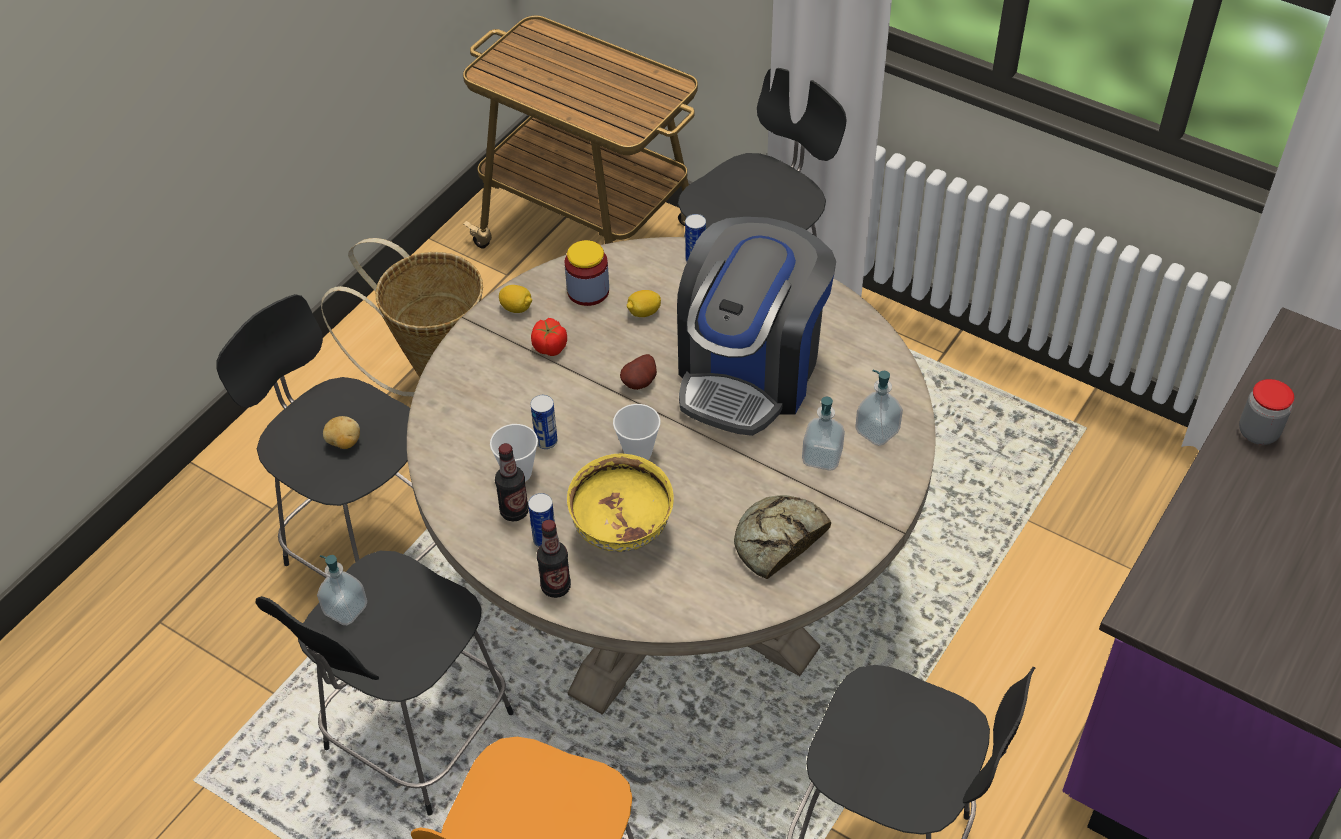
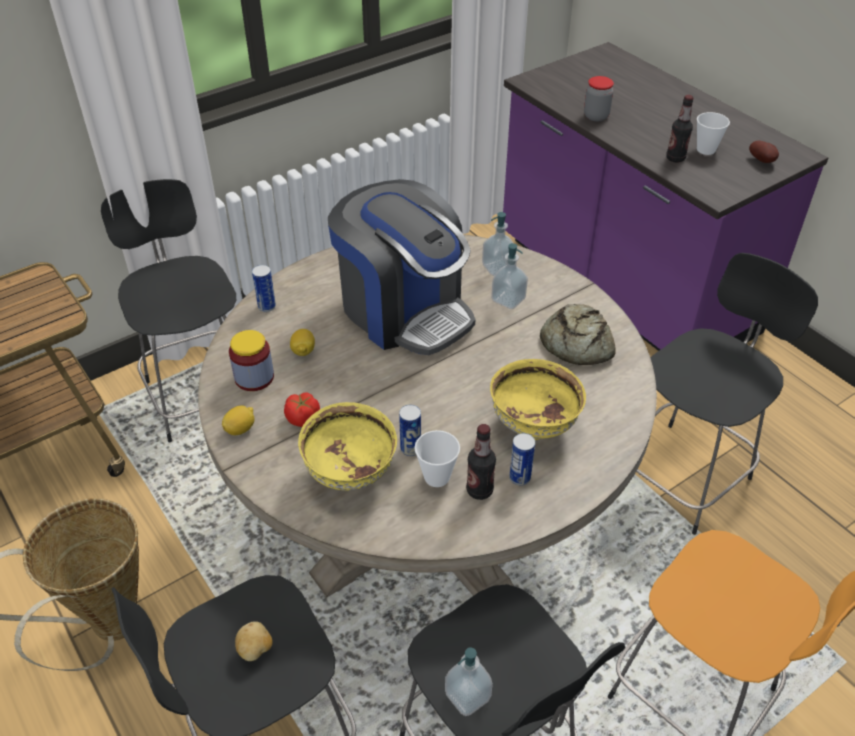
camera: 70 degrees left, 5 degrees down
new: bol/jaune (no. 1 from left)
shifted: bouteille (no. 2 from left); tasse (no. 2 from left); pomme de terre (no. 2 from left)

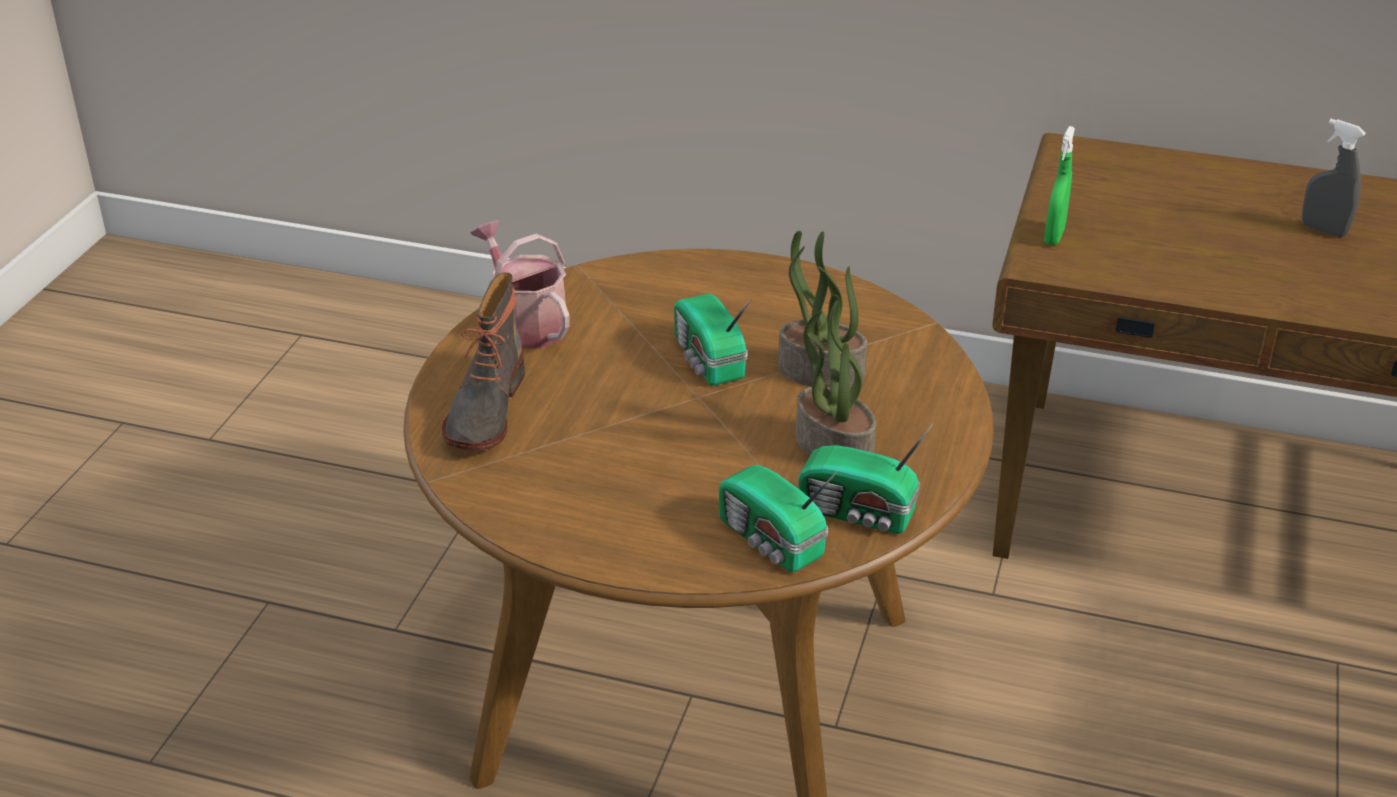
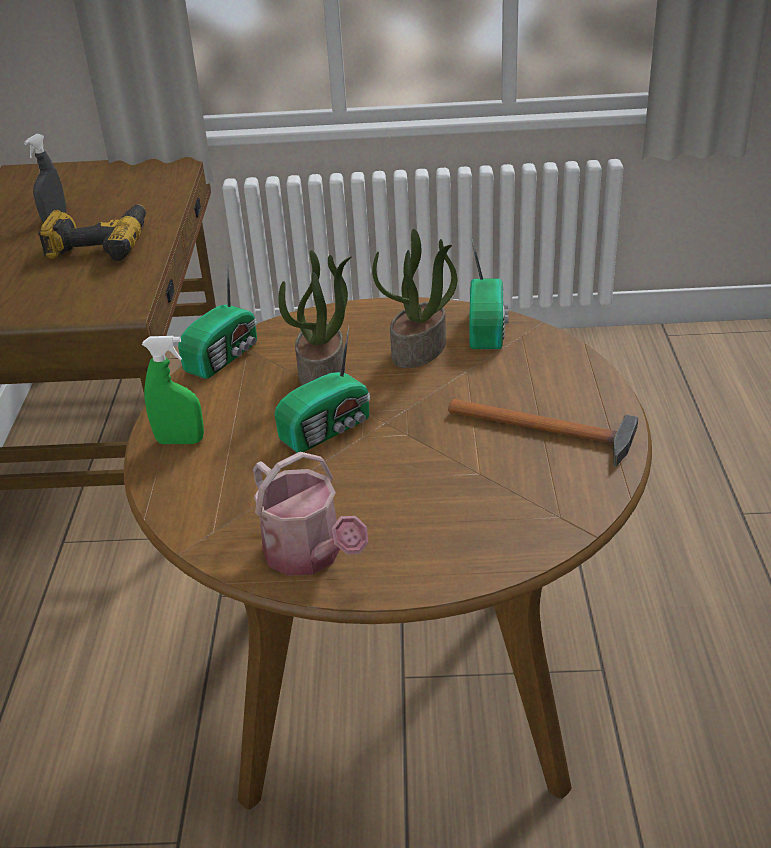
camera: 105 degrees left, 0 degrees up
gone: botte
new: perceuse; marteau
shifted: radio (no. 2 from left in the first image) to radio (no. 1 from left); vaporisateur/vert
rotated: arrosoir 75 degrees counterclockwise

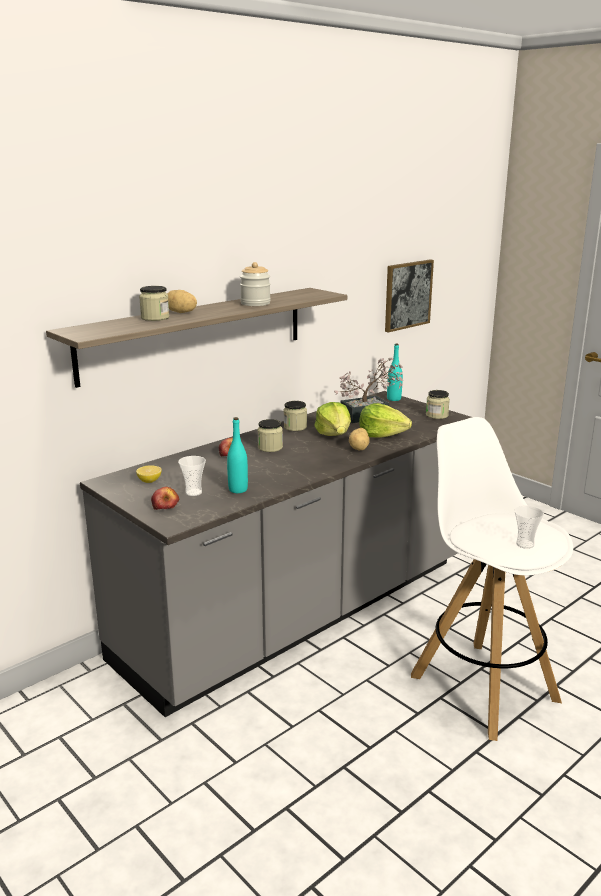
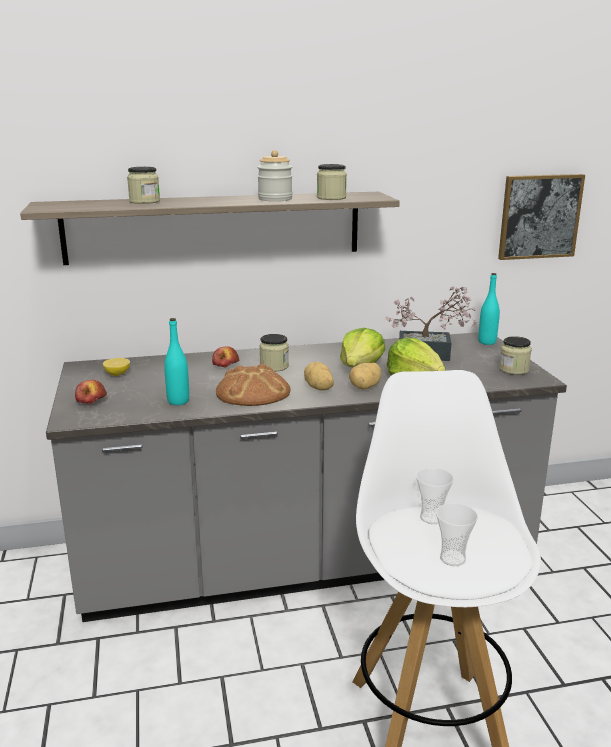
camera: 30 degrees right, 0 degrees up
new: pain
shifted: pomme de terre (no. 1 from left); tasse (no. 1 from left); bocal (no. 4 from left)

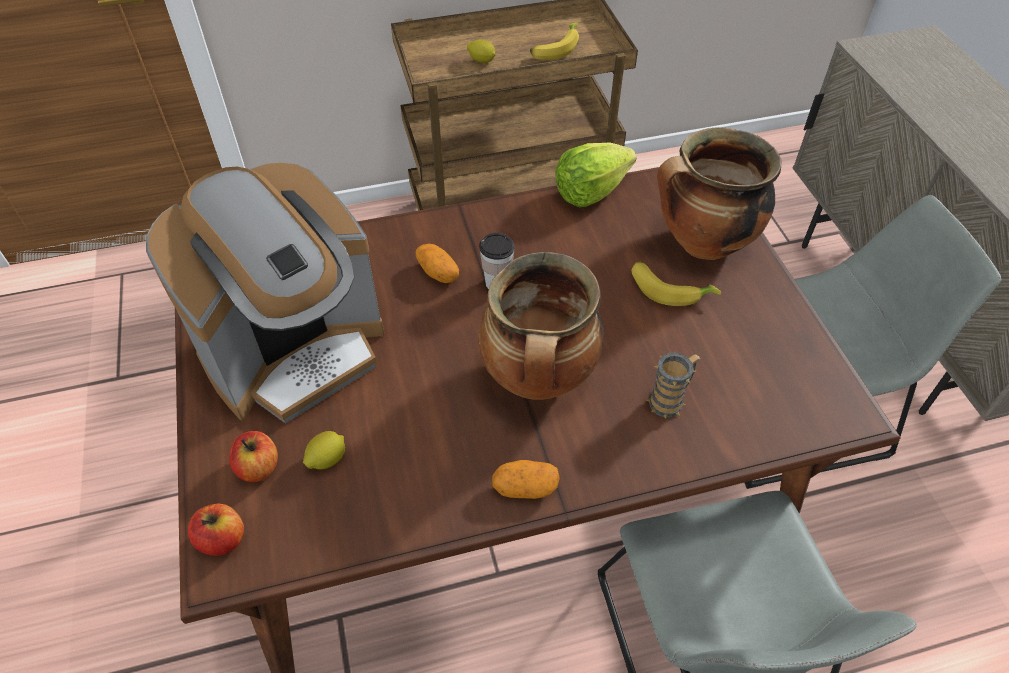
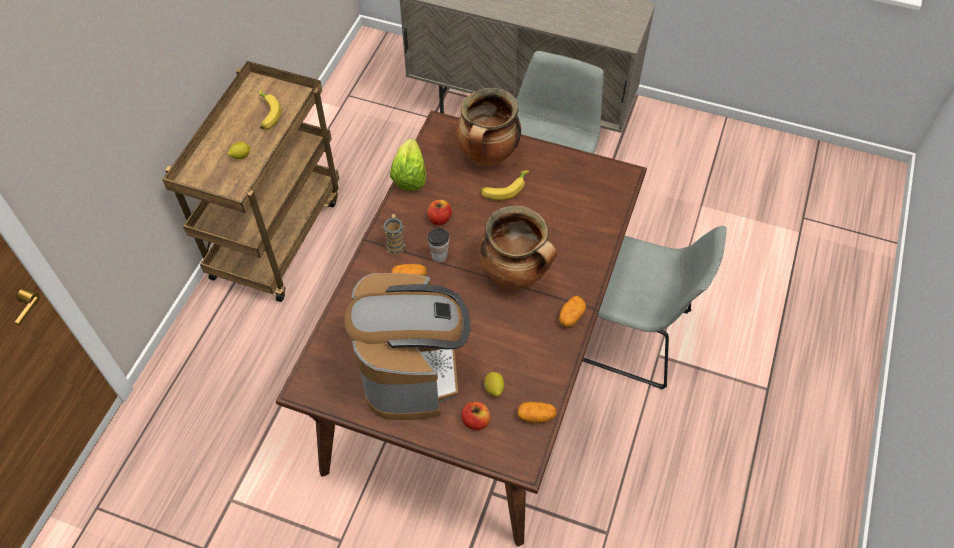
camera: 55 degrees left, 5 degrees up
new: pomme de terre (no. 2 from left)
shifted: pomme (no. 1 from left); mug

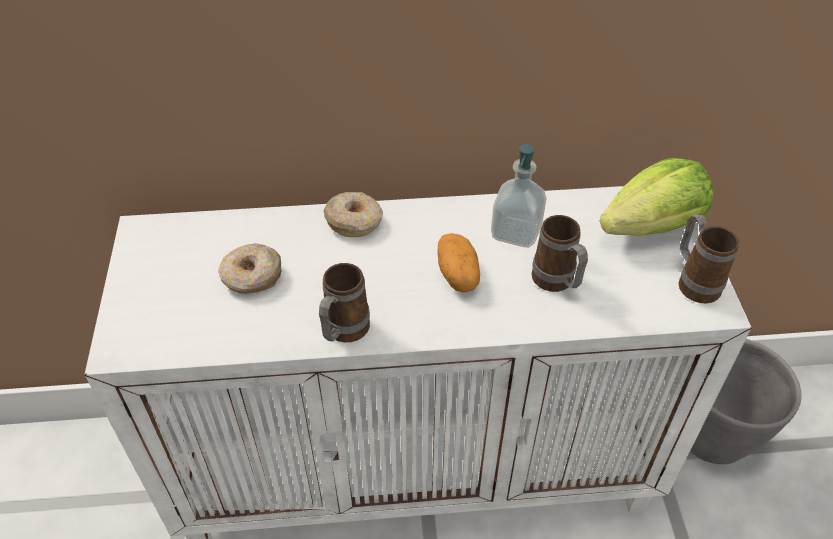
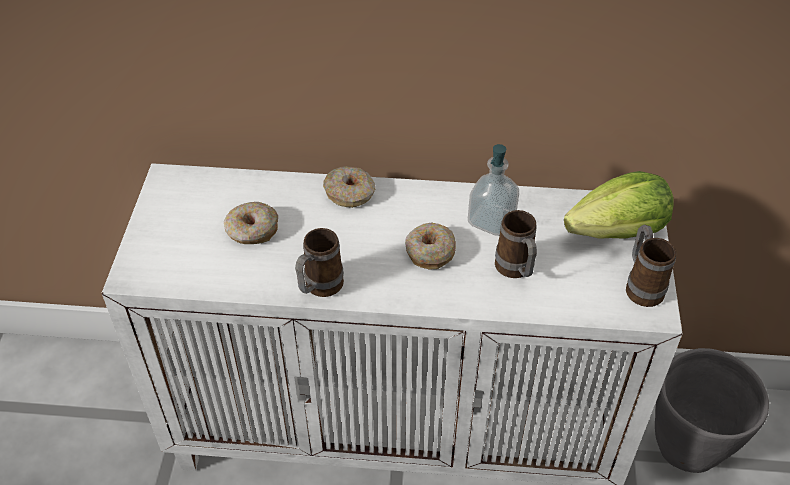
camera: 10 degrees right, 0 degrees up
swapped: pomme de terre to beignet (no. 3 from left)

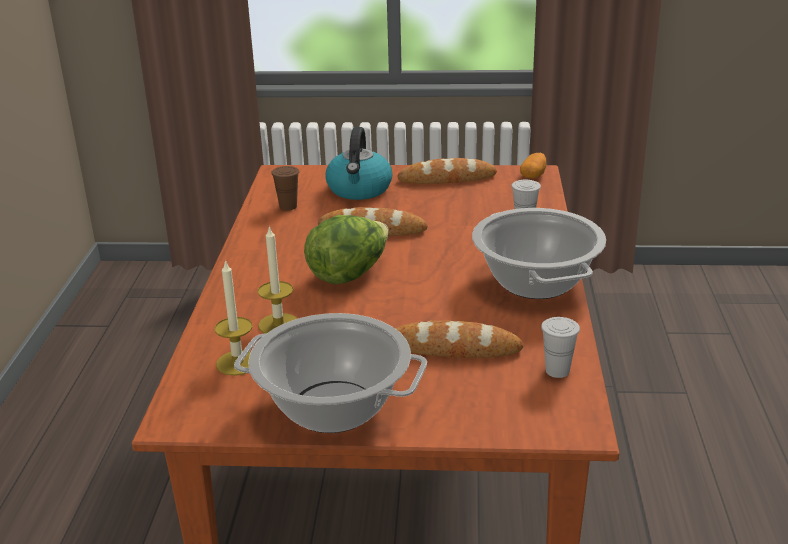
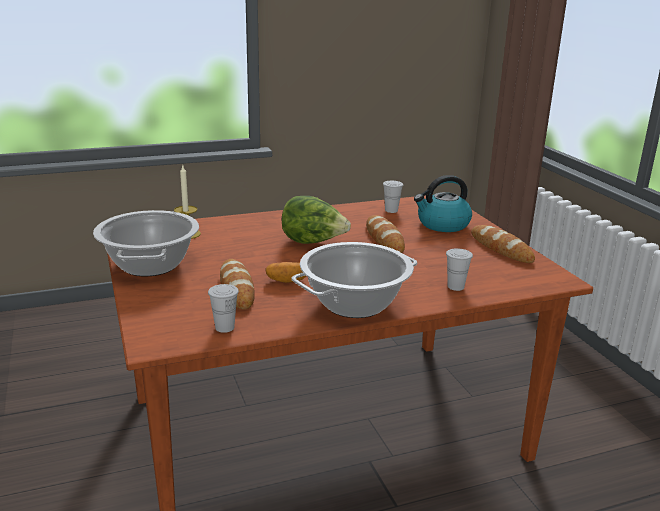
camera: 65 degrees right, 5 degrees down
gone: bougie (no. 2 from left)
shifted: pomme de terre
repainted: tasse/marron to tasse/blanc (no. 2 from left)

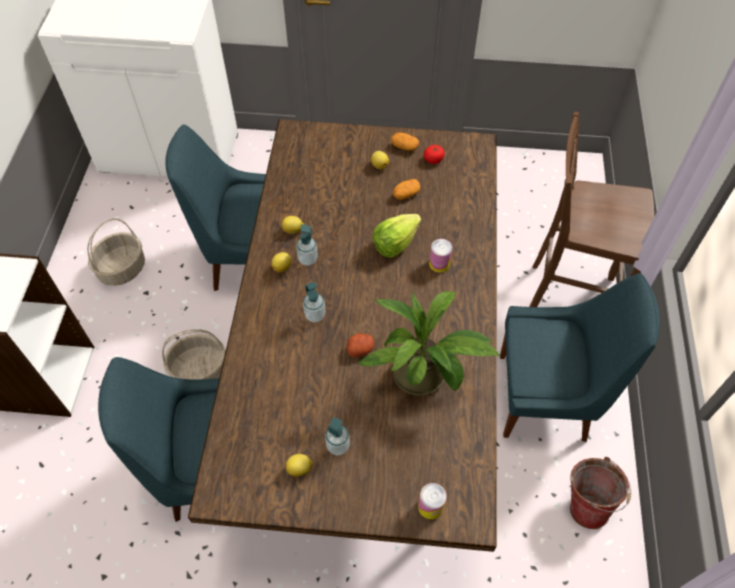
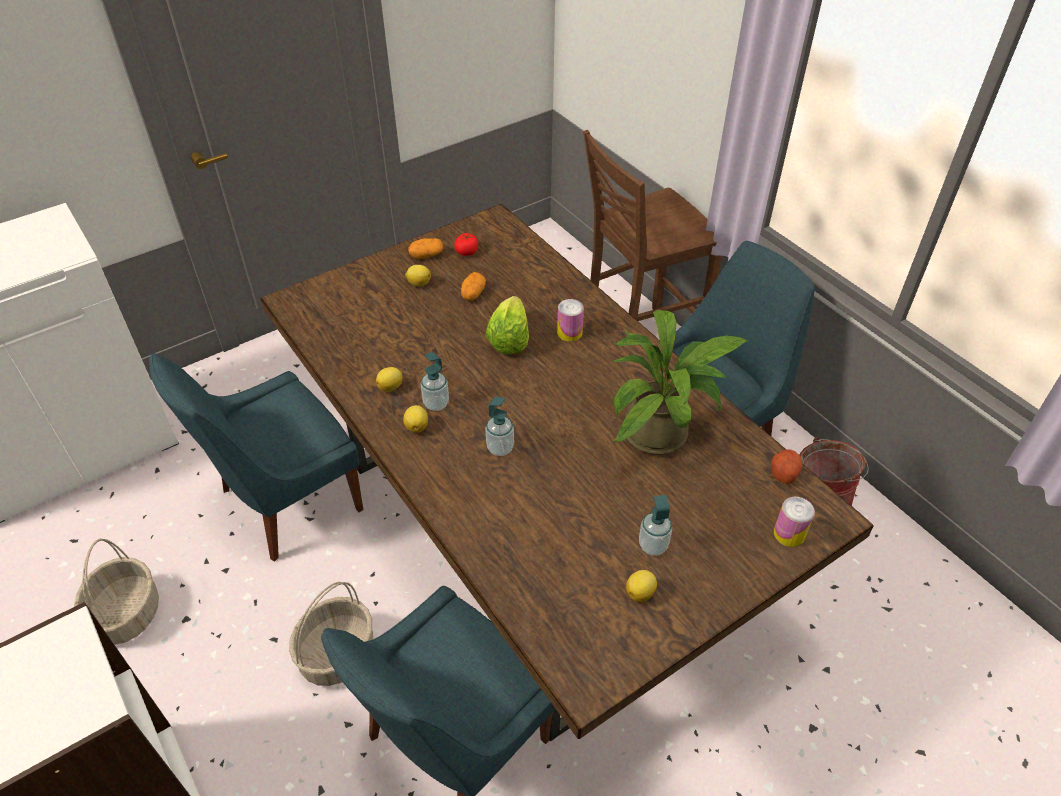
camera: 40 degrees left, 10 degrees down
shifted: pomme de terre (no. 1 from left in the first image) to pomme de terre (no. 3 from left)

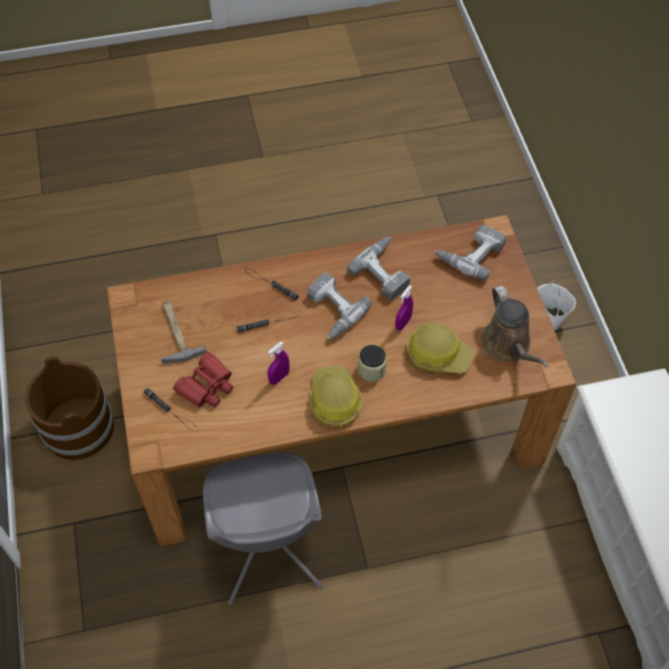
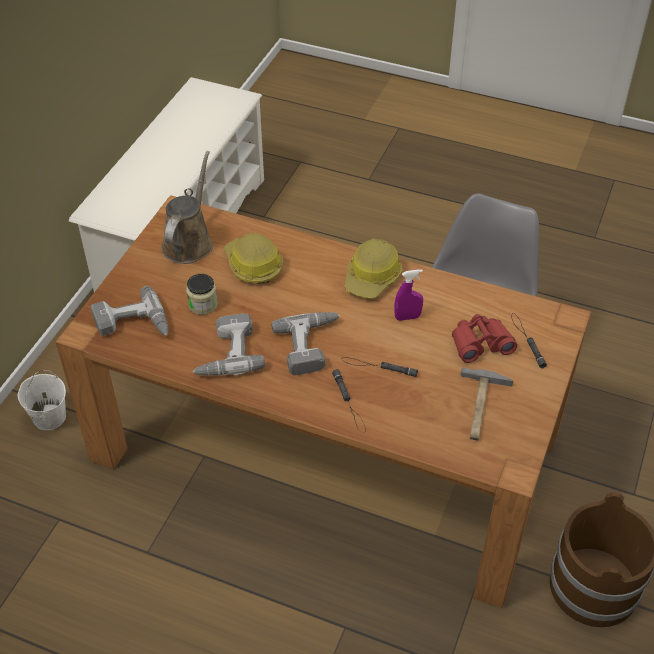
camera: 145 degrees left, 10 degrees down
gone: vaporisateur/violet (no. 2 from left)
shifted: bocal

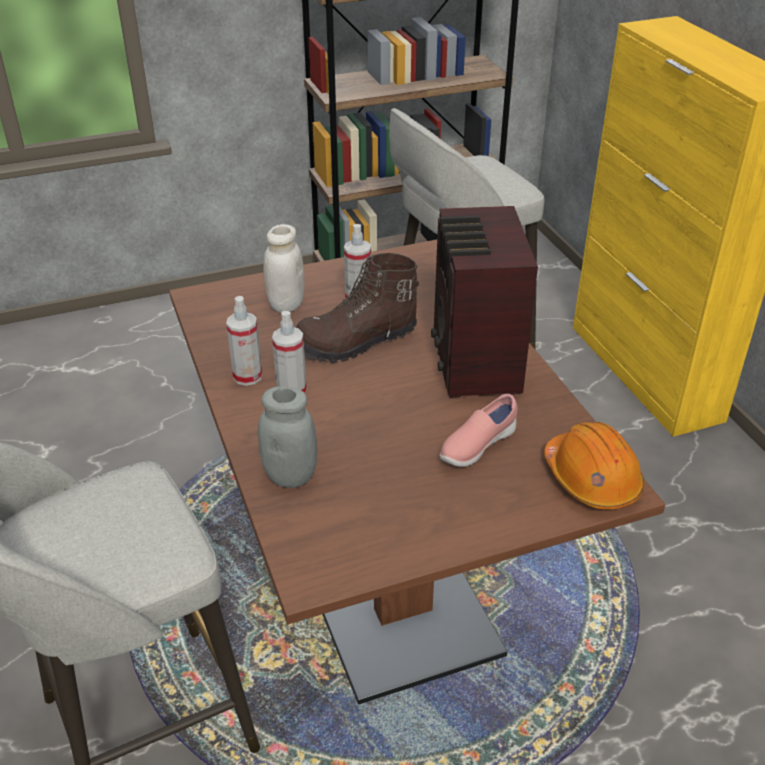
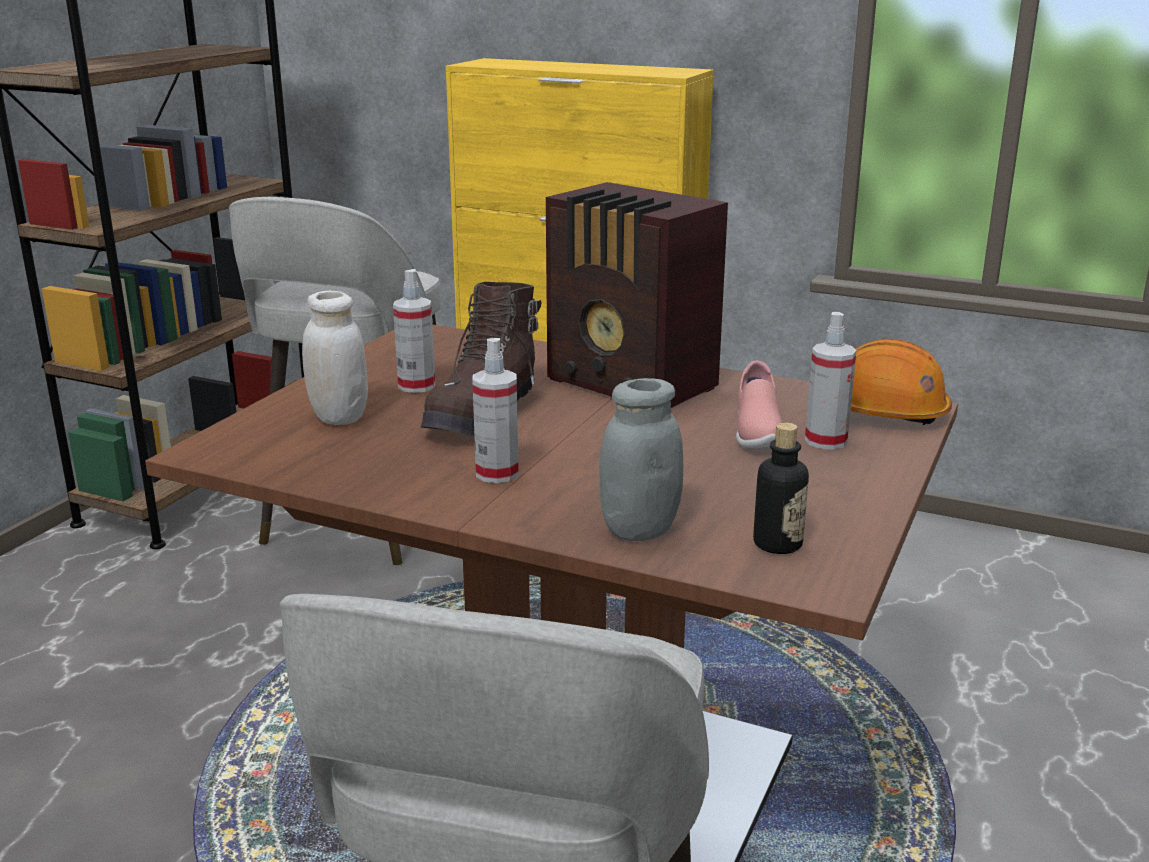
camera: 45 degrees left, 15 degrees down
new: bouteille
shifted: vaporisateur (no. 1 from left in the first image) to vaporisateur (no. 3 from left)

